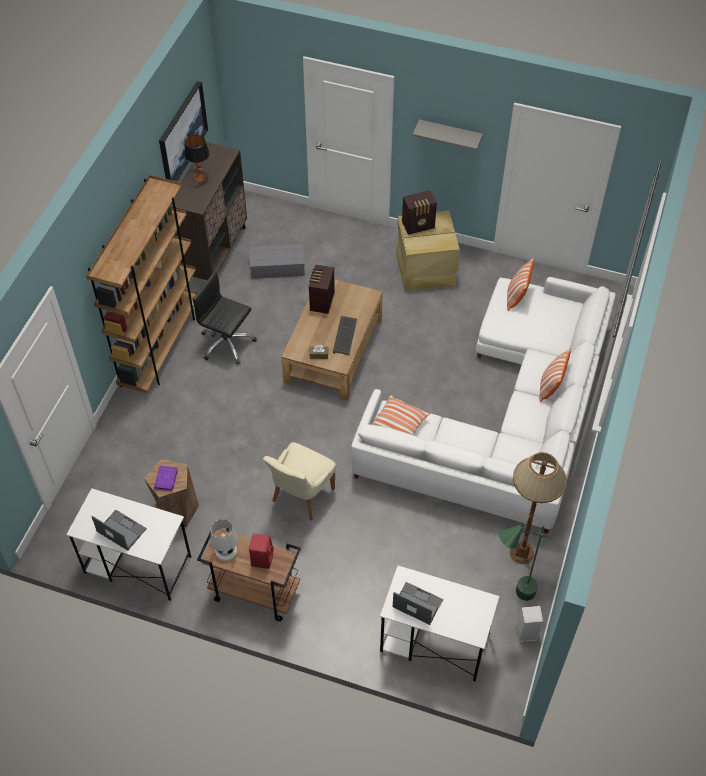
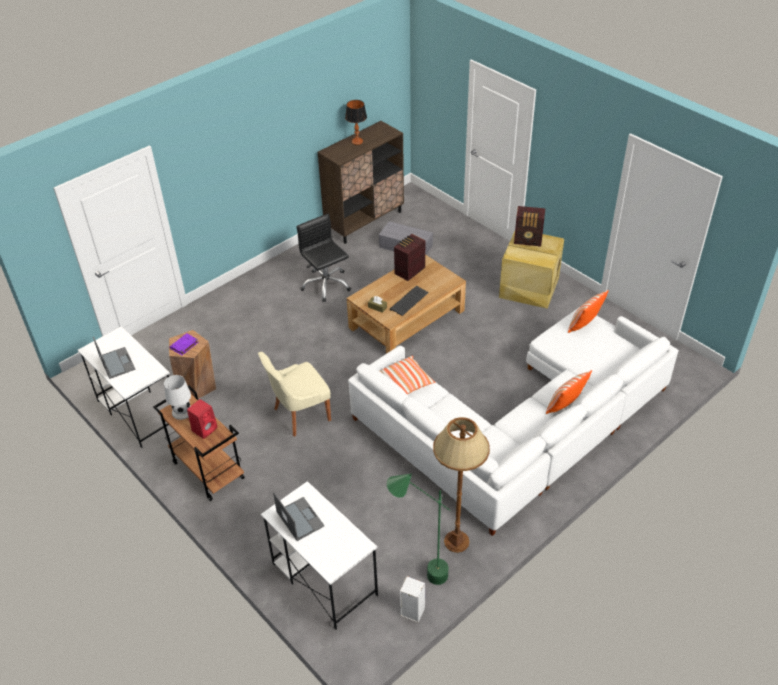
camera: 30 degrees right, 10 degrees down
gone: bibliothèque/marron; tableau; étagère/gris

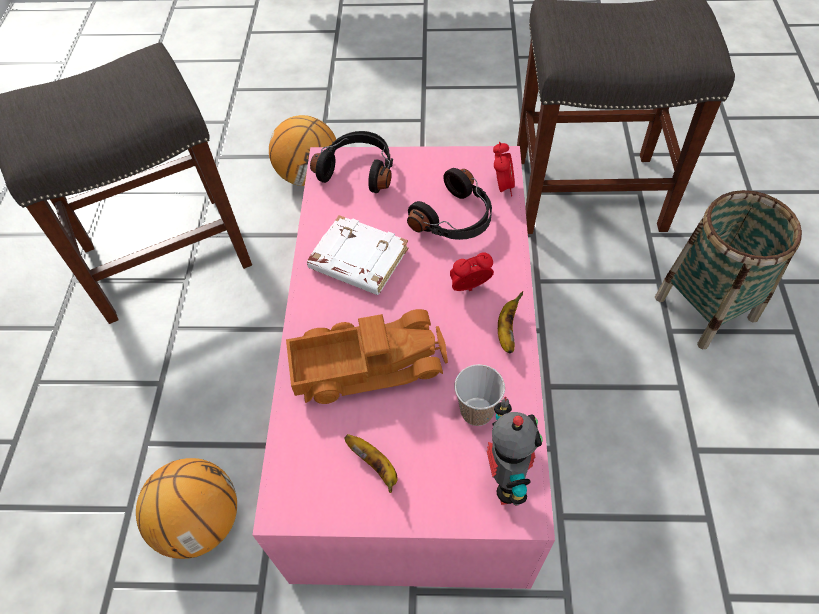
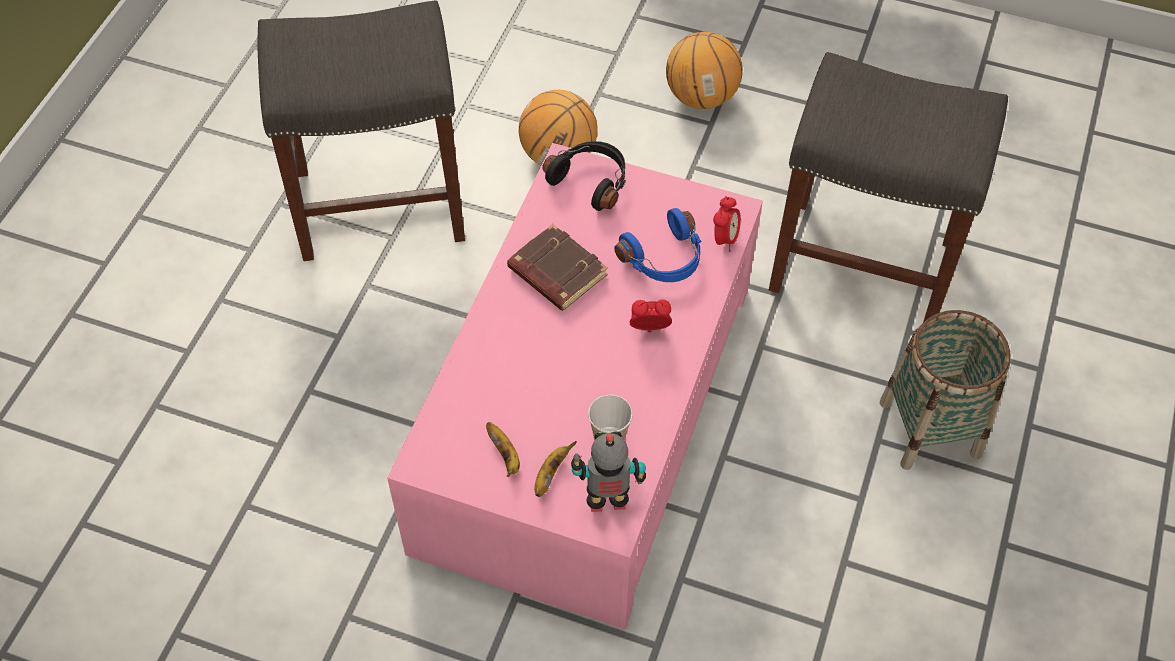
camera: 15 degrees right, 0 degrees up
gone: camion jouet
shifted: ballon de basket (no. 1 from left in the first image) to ballon de basket (no. 2 from left); banane (no. 2 from left)
repainted: livre/blanc to livre/marron; casque audio/noir (no. 2 from left) to casque audio/bleu
rotated: robot jouet 105 degrees counterclockwise

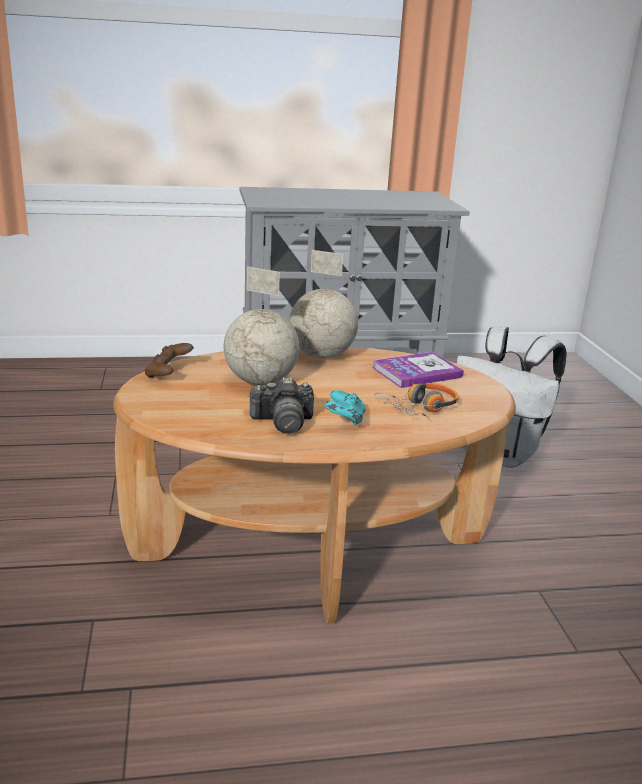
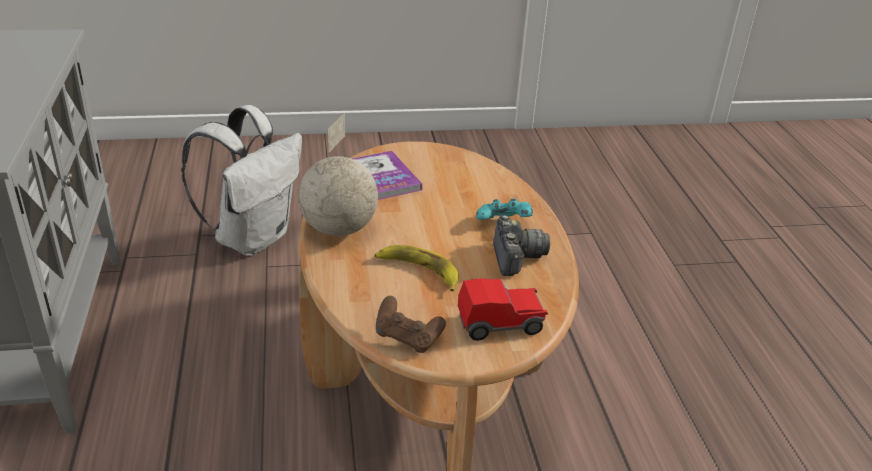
camera: 90 degrees left, 10 degrees up
gone: casque audio
new: petite voiture
swapped: globe (no. 1 from left) to banane

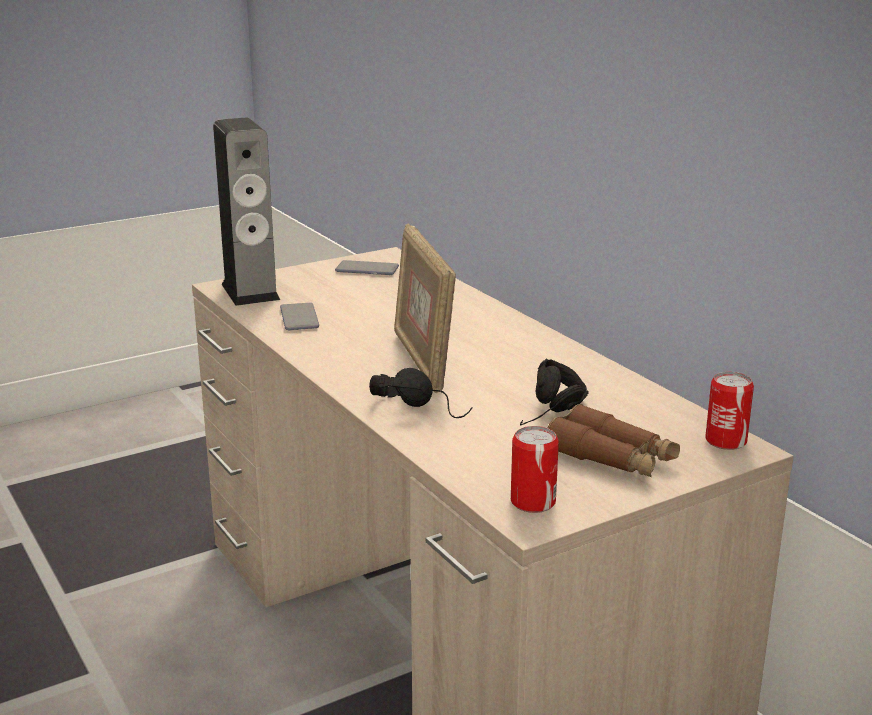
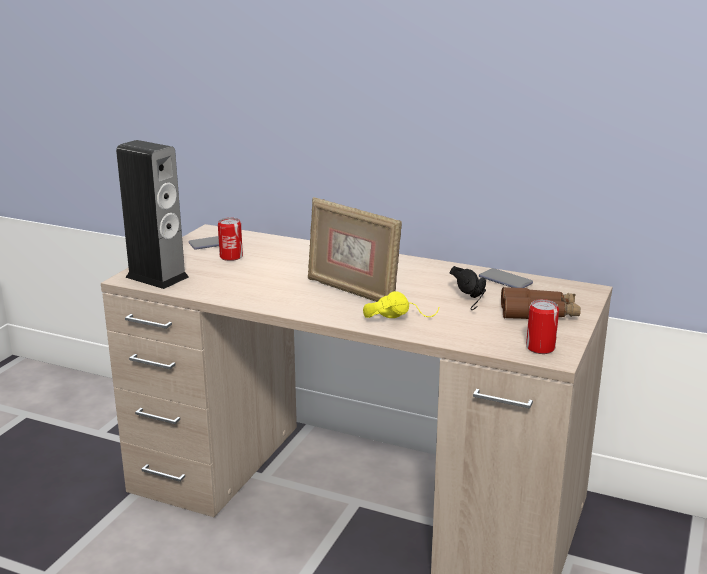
camera: 35 degrees left, 0 degrees up
shifted: téléphone (no. 1 from left in the first image) to téléphone (no. 2 from left); boîte métallique (no. 2 from left in the first image) to boîte métallique (no. 1 from left)
repainted: casque audio/noir (no. 1 from left) to casque audio/jaune

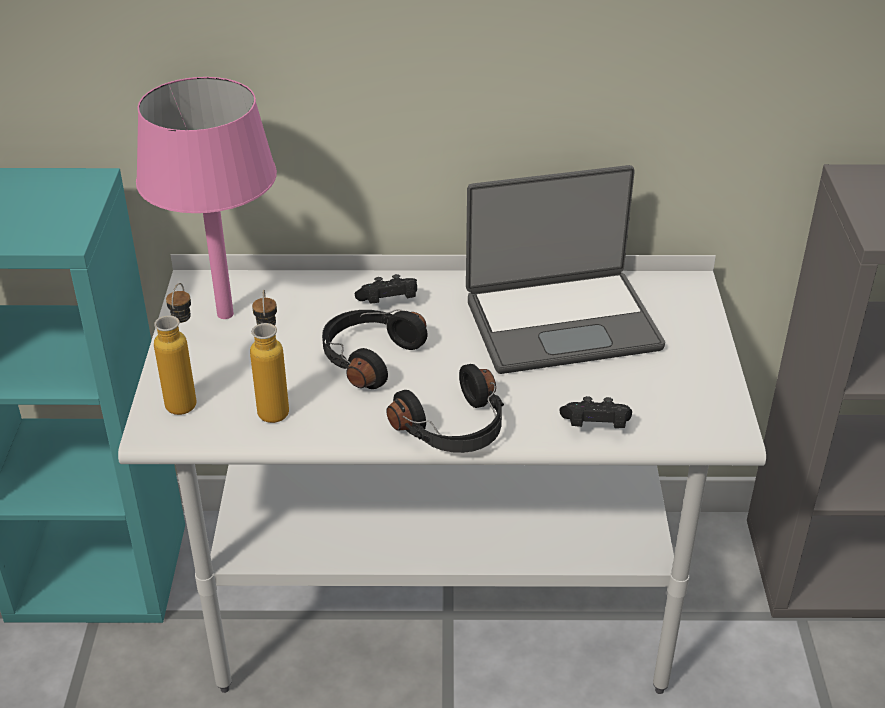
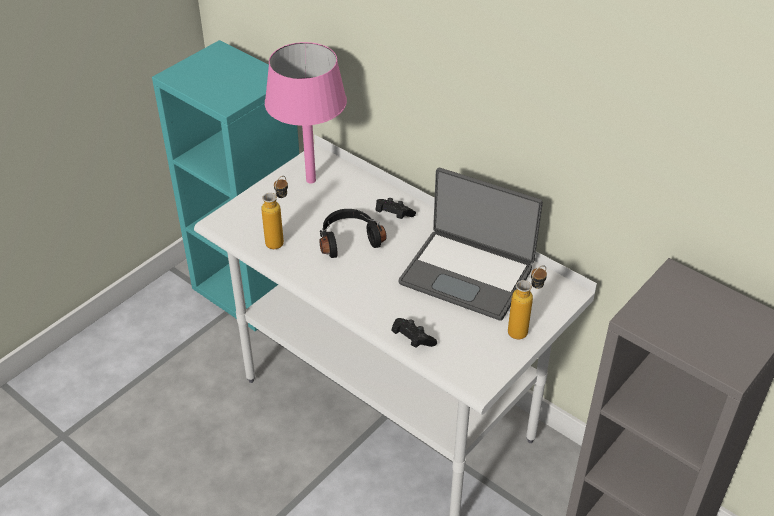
camera: 40 degrees right, 5 degrees up
gone: casque audio/noir (no. 2 from left)
shifted: bouteille (no. 1 from left in the first image) to bouteille (no. 2 from left)

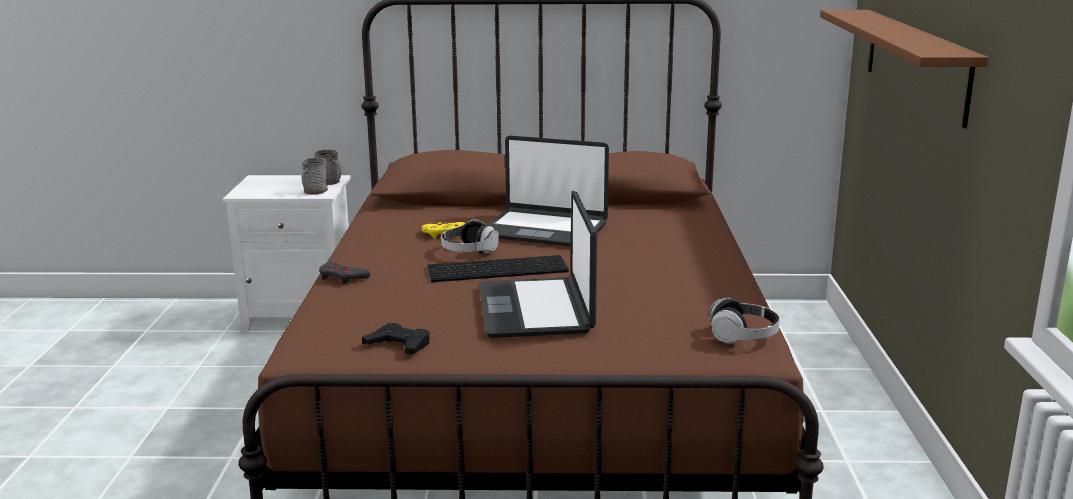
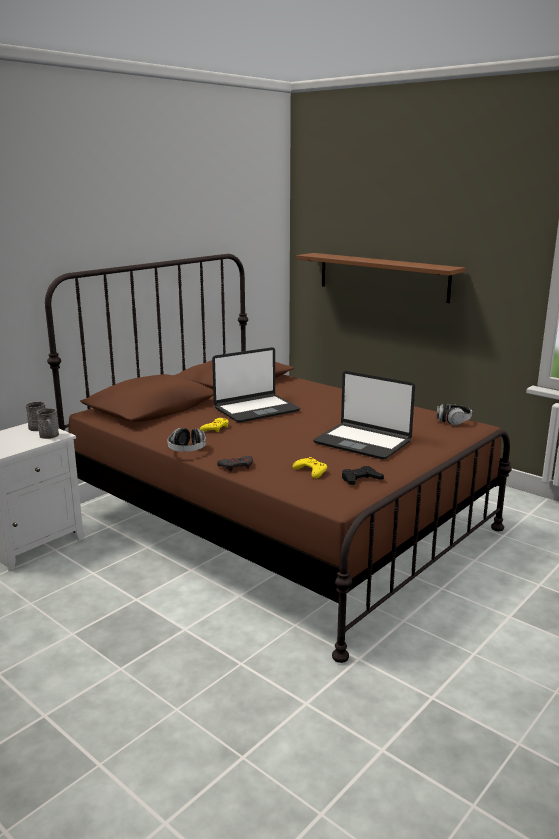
camera: 50 degrees left, 0 degrees up
gone: clavier
new: manette/jaune (no. 2 from left)
shifted: casque audio (no. 1 from left)

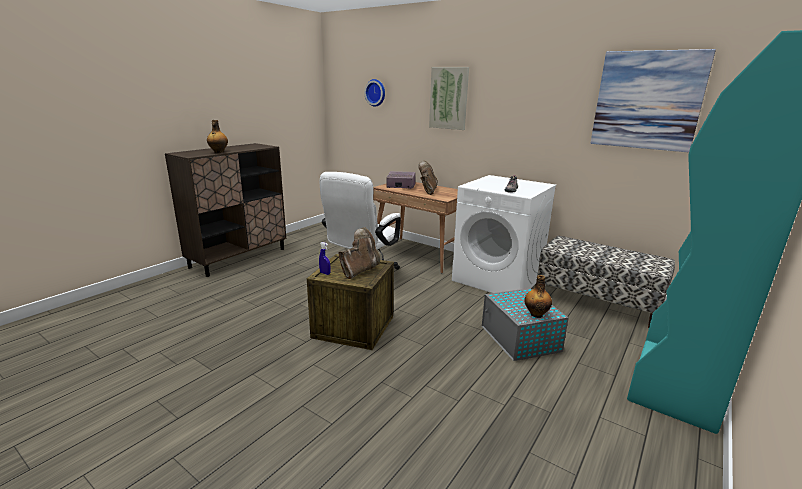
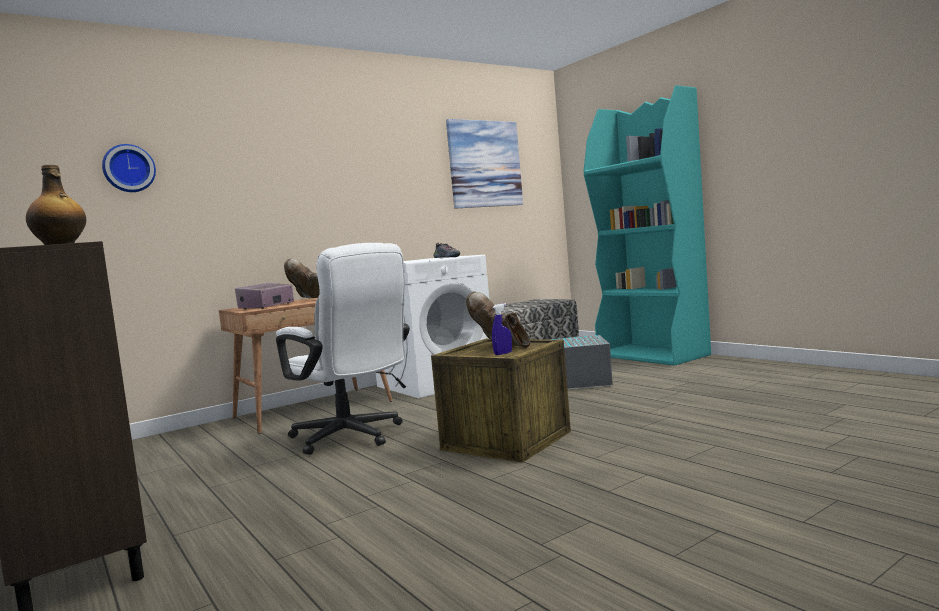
camera: 70 degrees left, 15 degrees down
gone: tableau (no. 1 from left); bouteille (no. 2 from left)

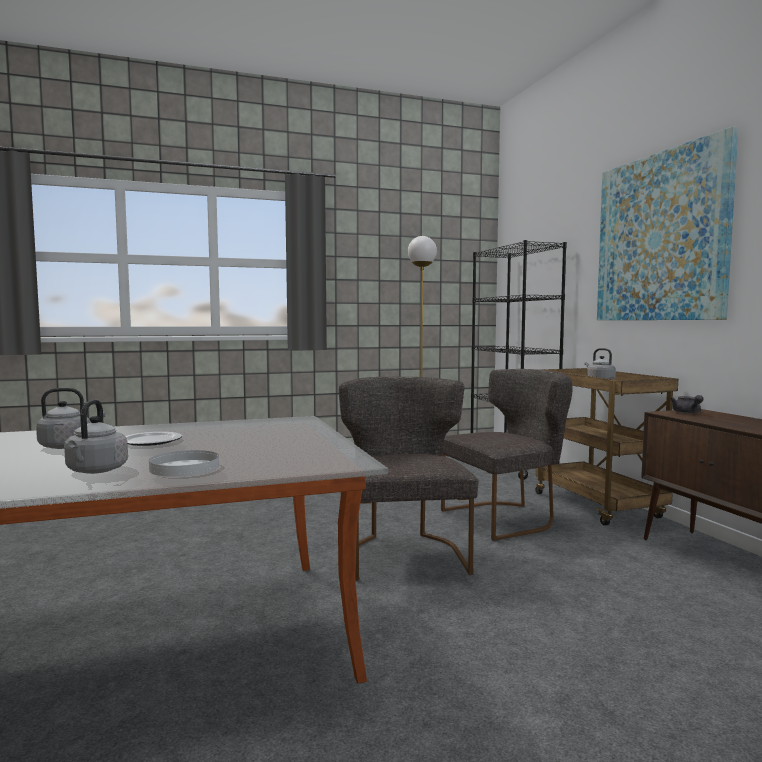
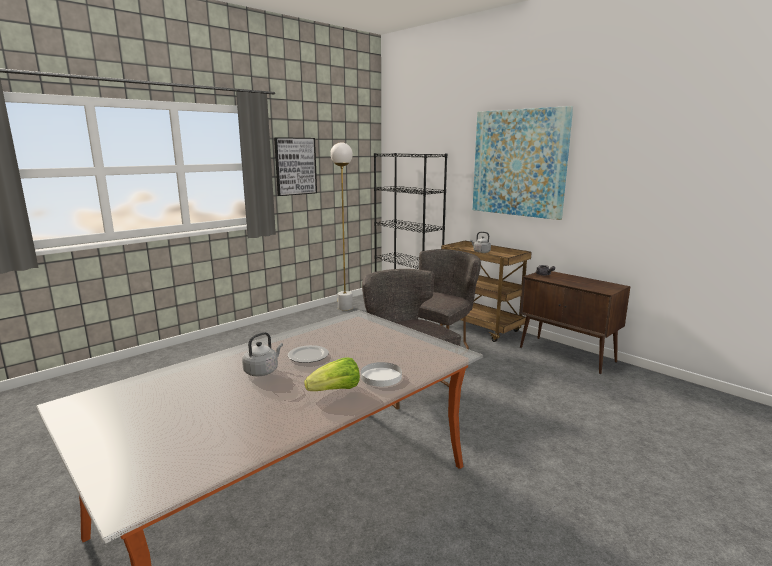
camera: 25 degrees left, 10 degrees up
new: tableau (no. 1 from left)
swapped: bouilloire/gris (no. 2 from left) to laitue

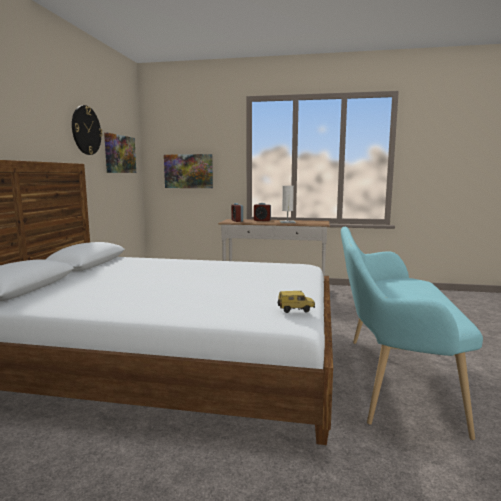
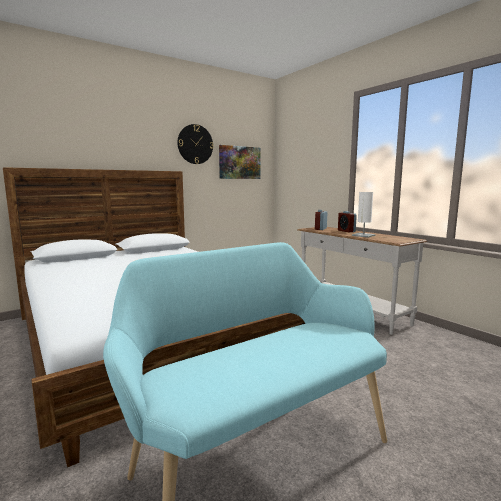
camera: 45 degrees right, 0 degrees up
gone: tableau (no. 2 from left); petite voiture

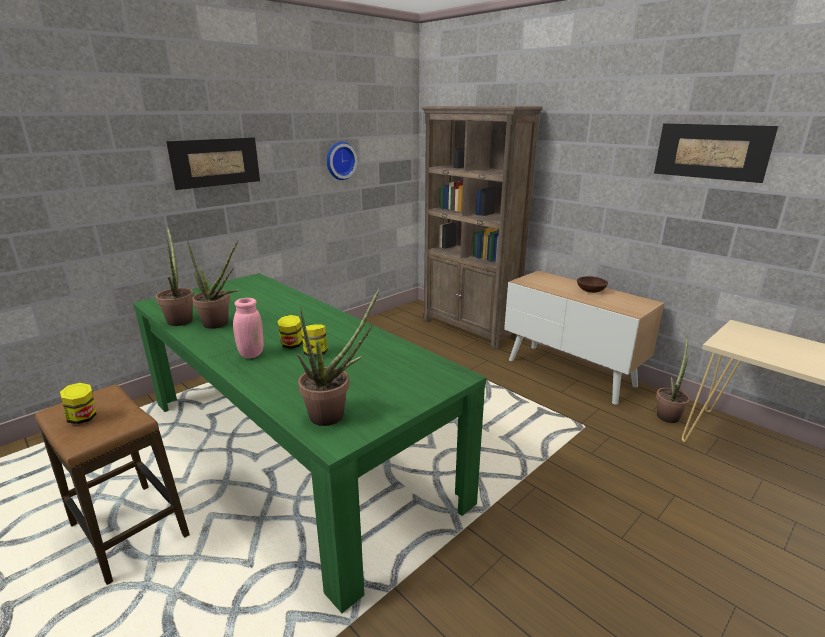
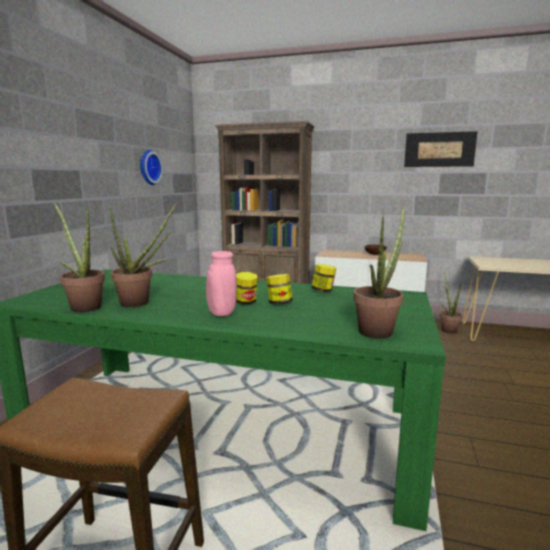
camera: 30 degrees left, 10 degrees down
gone: tableau (no. 1 from left)
shifted: bocal (no. 1 from left in the first image) to bocal (no. 3 from left)

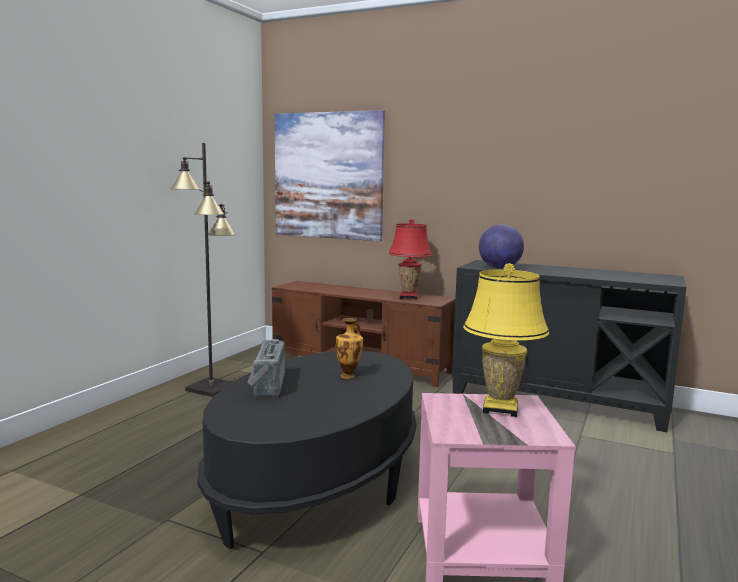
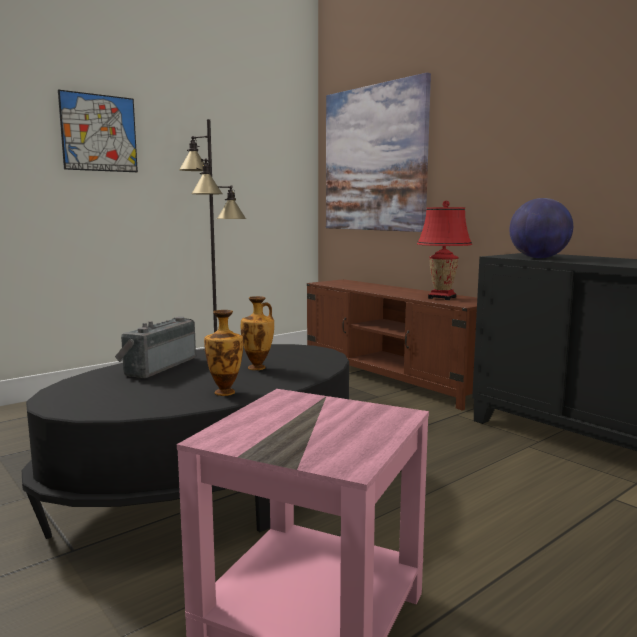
camera: 25 degrees right, 0 degrees up
gone: lampe de table/jaune
new: tableau (no. 1 from left); vase (no. 1 from left)

